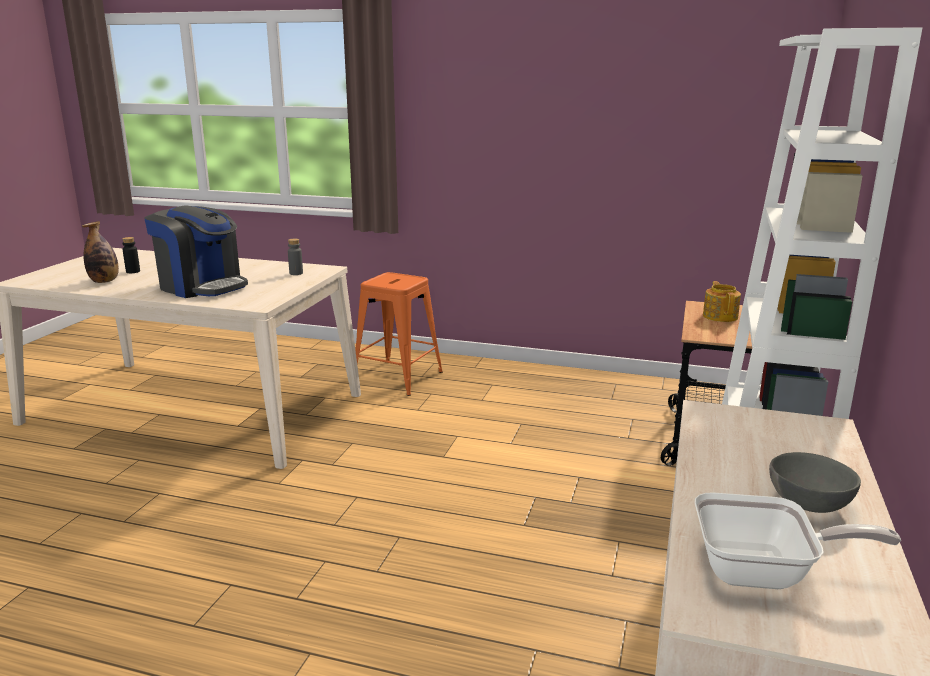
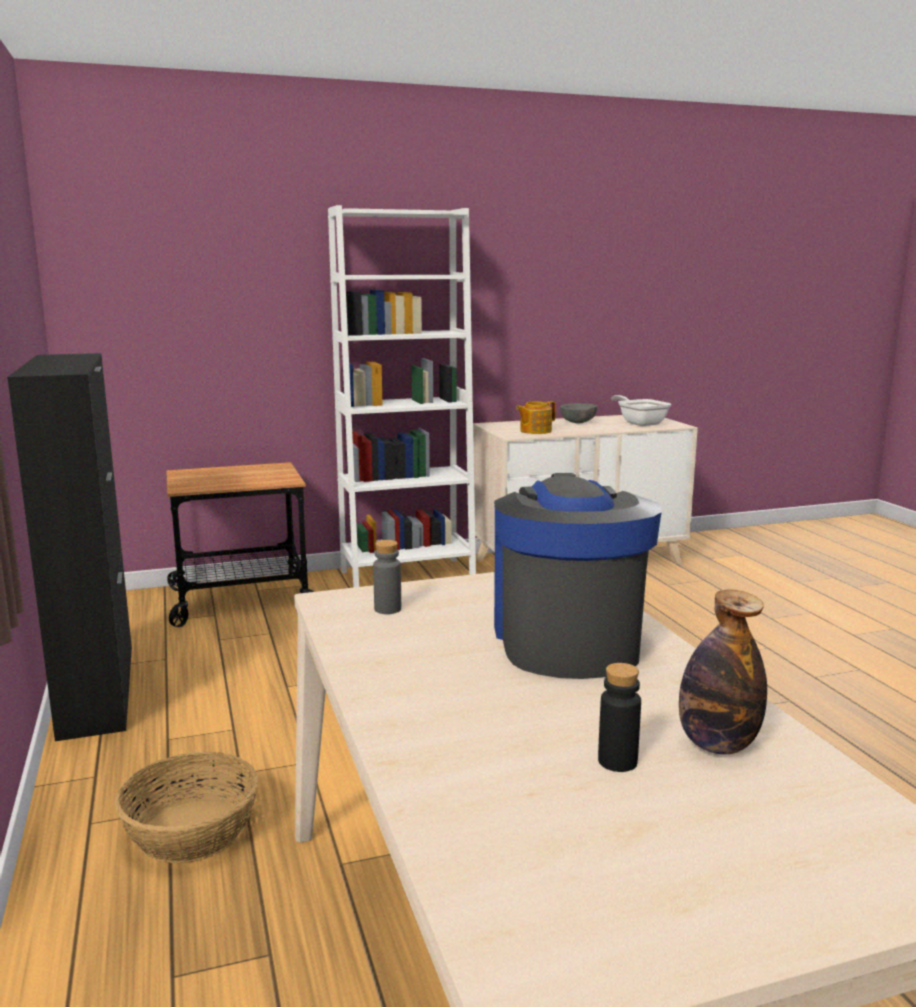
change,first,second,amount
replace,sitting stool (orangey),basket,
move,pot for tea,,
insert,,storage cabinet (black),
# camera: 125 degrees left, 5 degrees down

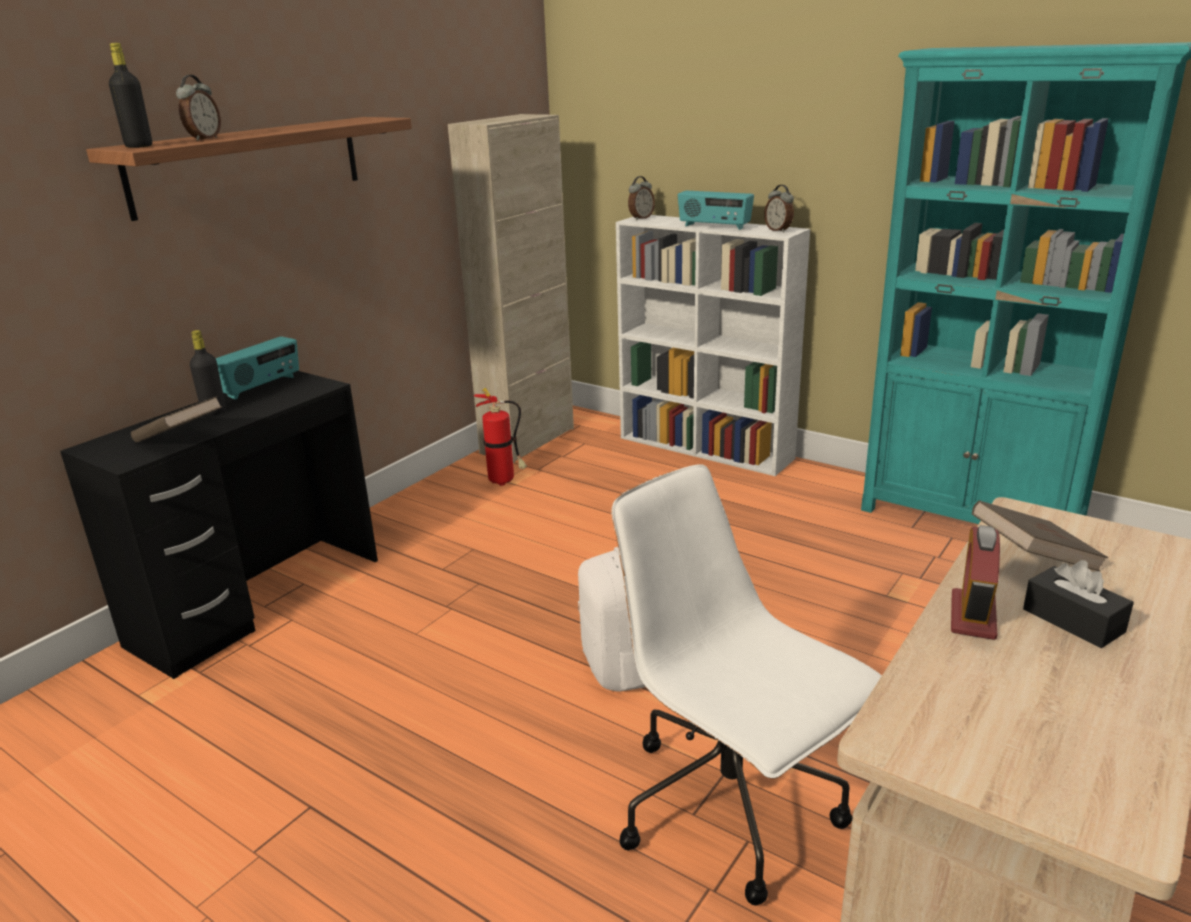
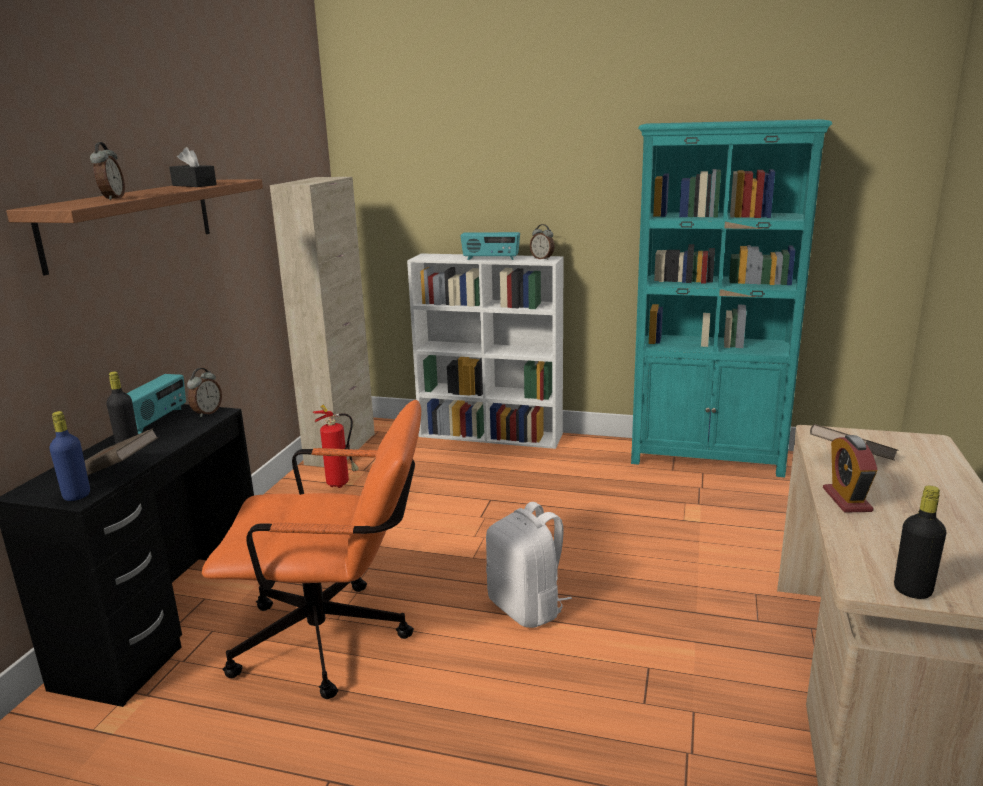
change,first,second,amount
move,drink bottle (black) (1st from left in the first image),drink bottle (black) (2nd from left),
move,table clock (2nd from left),,
delete,office chair (white-coloured),,
move,box of tissues (black),,
insert,,office chair (orangey),
insert,,drink bottle (bluish),
# camera: 20 degrees left, 5 degrees down

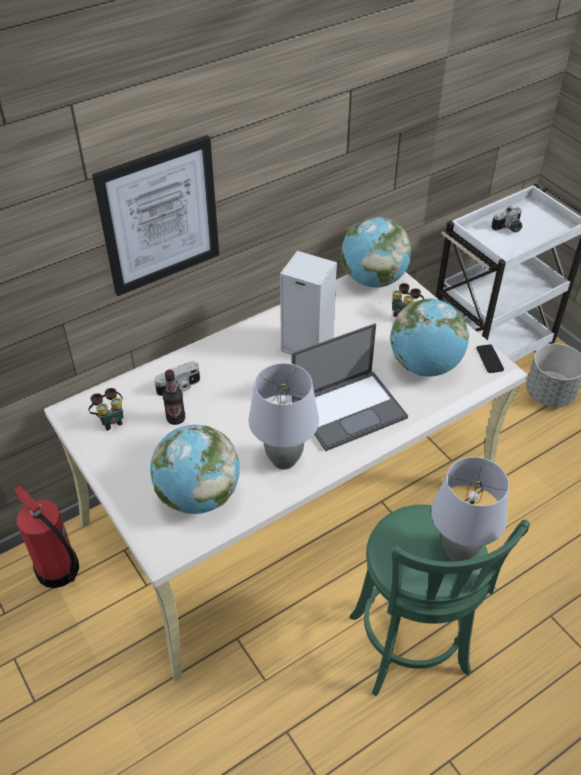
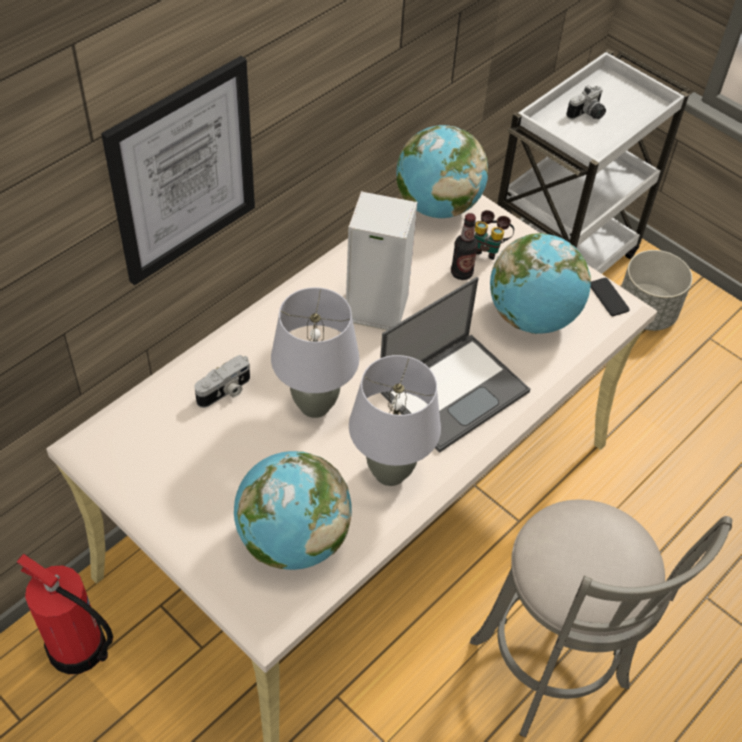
change,first,second,amount
move,drink bottle,,
delete,binoculars (1st from left),,
move,table lamp (gray) (2nd from left in the first image),table lamp (gray) (1st from left),
recolor,sitting stool (greenish),sitting stool (gray),
# camera: 15 degrees left, 5 degrees up

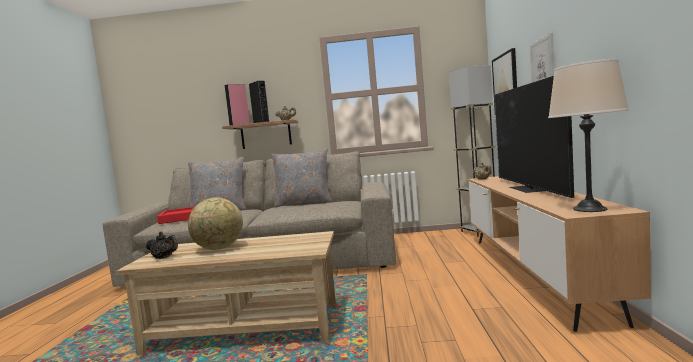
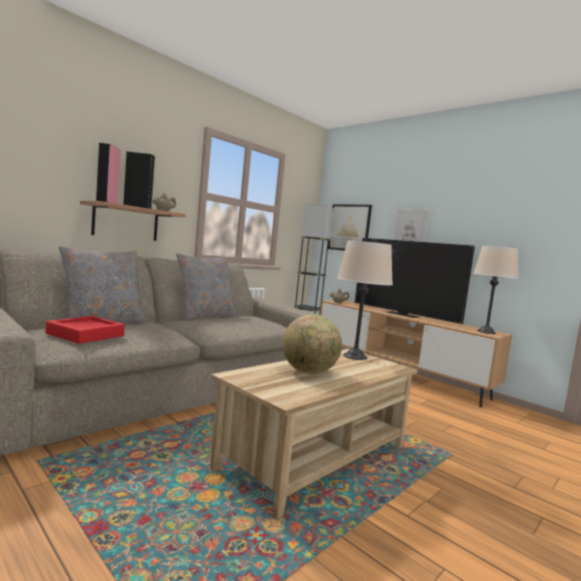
change,first,second,amount
delete,pot for tea (black),,
insert,,table lamp (sand-coloured) (1st from left),
# camera: 50 degrees left, 0 degrees up

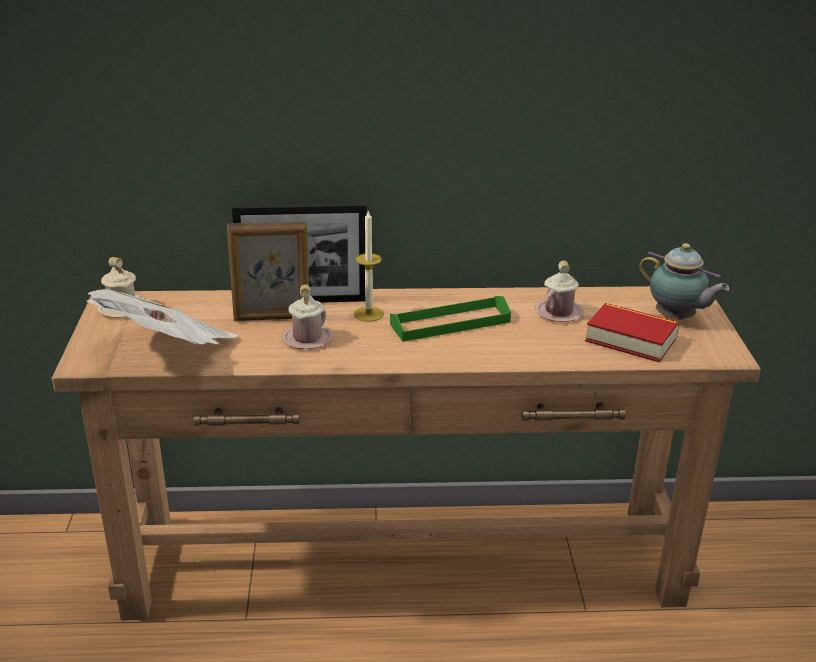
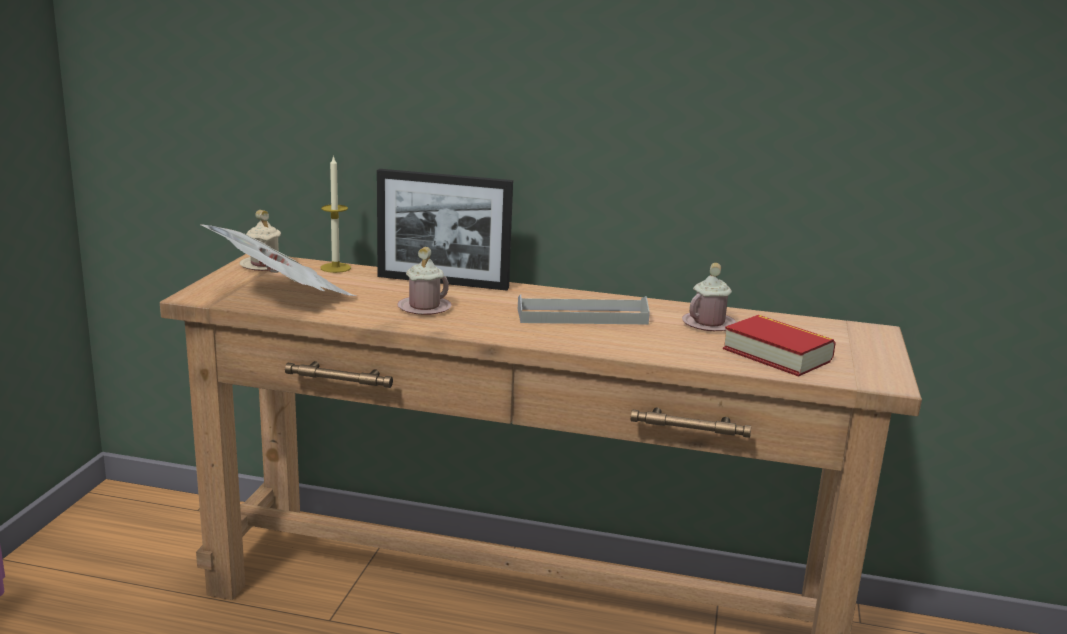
change,first,second,amount
move,wax candle,,
delete,photo frame (1st from left),,
delete,pot for tea,,
recolor,tray (greenish),tray (gray),
# camera: 15 degrees right, 10 degrees down

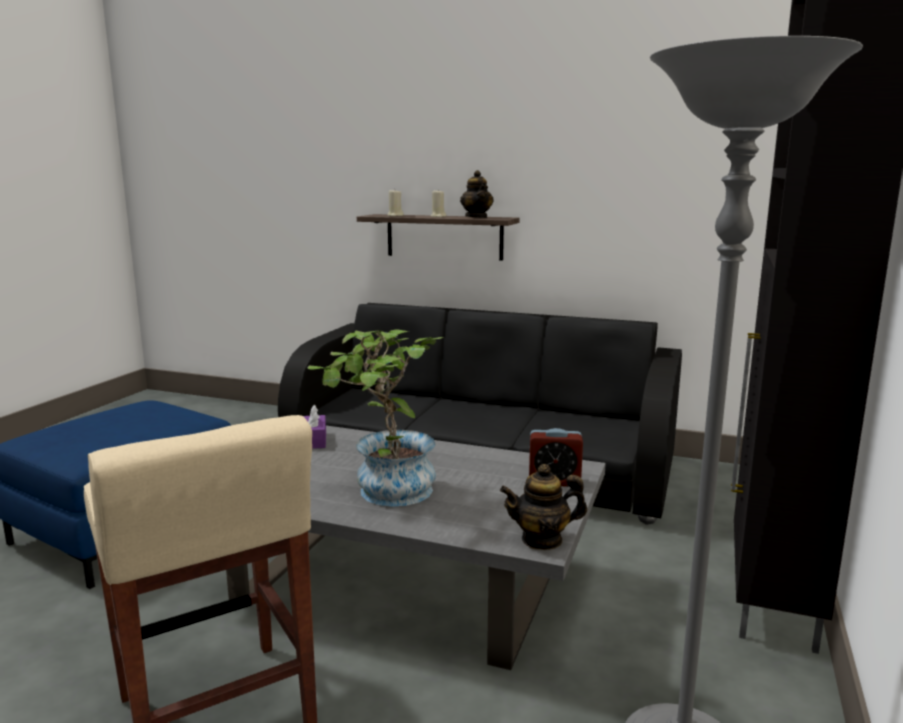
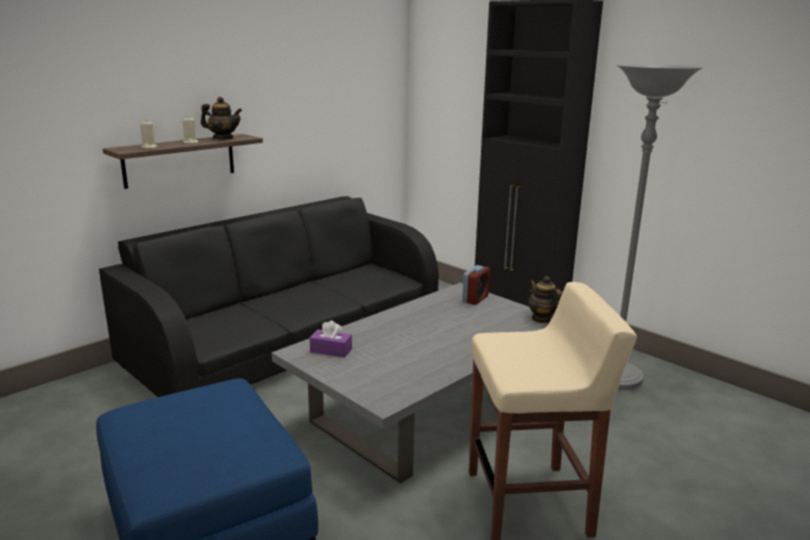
change,first,second,amount
delete,houseplant,,
rotate,pot for tea (2nd from left),,135 degrees clockwise
# camera: 65 degrees left, 5 degrees up

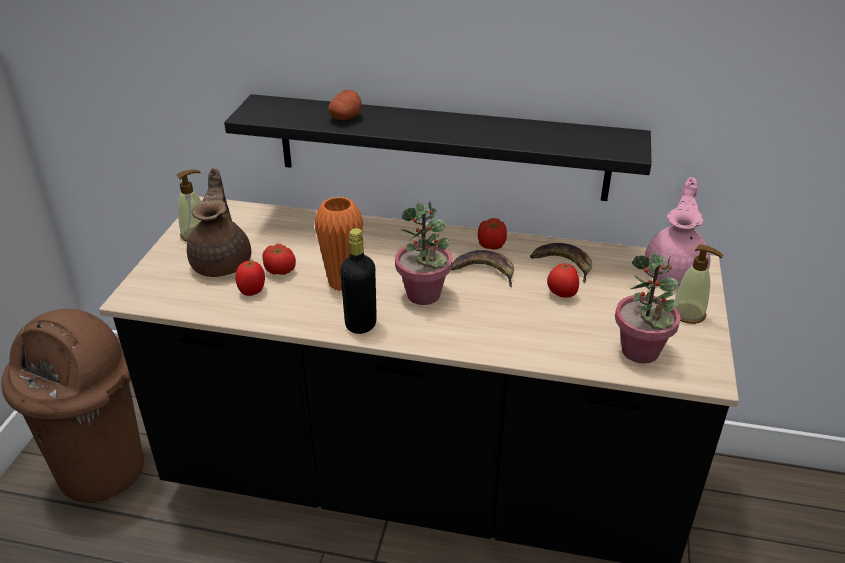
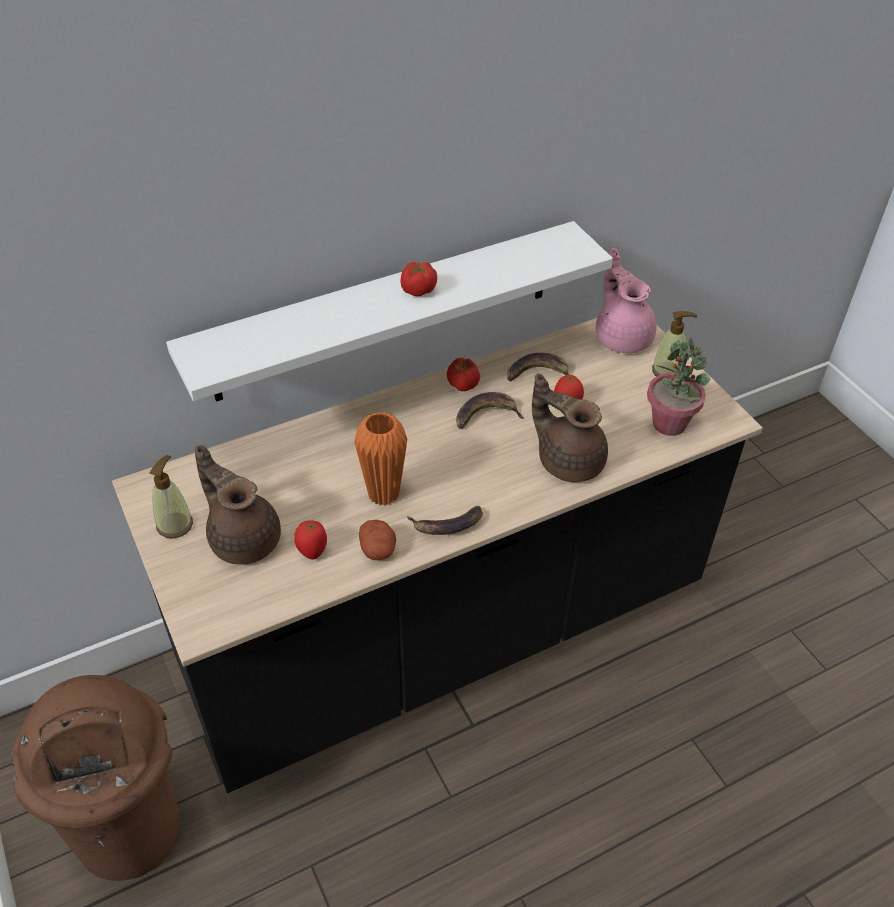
change,first,second,amount
move,spud,,
recolor,shelf (black),shelf (white-coloured),
delete,houseplant (1st from left),,
replace,drink bottle (black),banana (1st from left),
move,fresh tomato (2nd from left),,
insert,,pot for tea (brownish) (2nd from left),
# camera: 40 degrees left, 10 degrees up

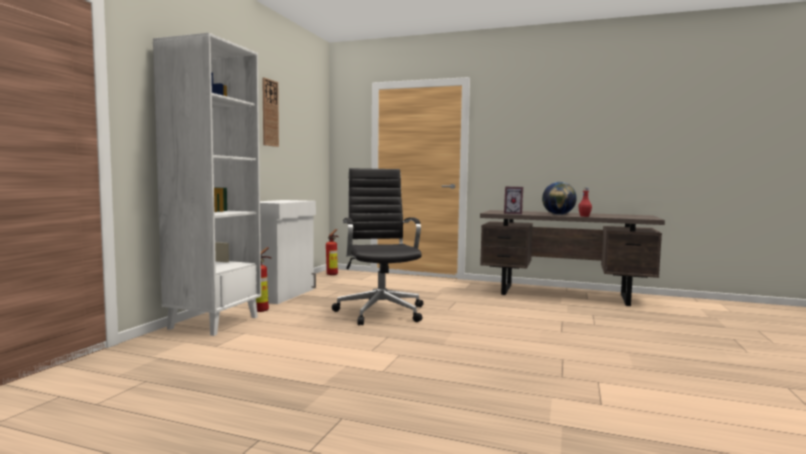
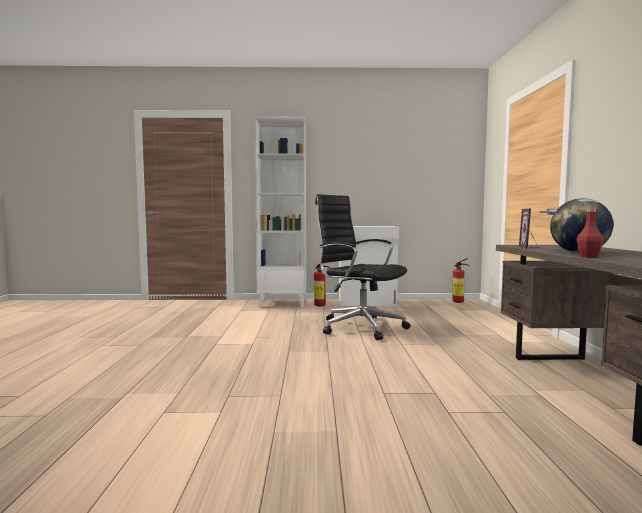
change,first,second,amount
delete,wall clock,,
rotate,office chair (black),,105 degrees counterclockwise
# camera: 70 degrees right, 0 degrees up

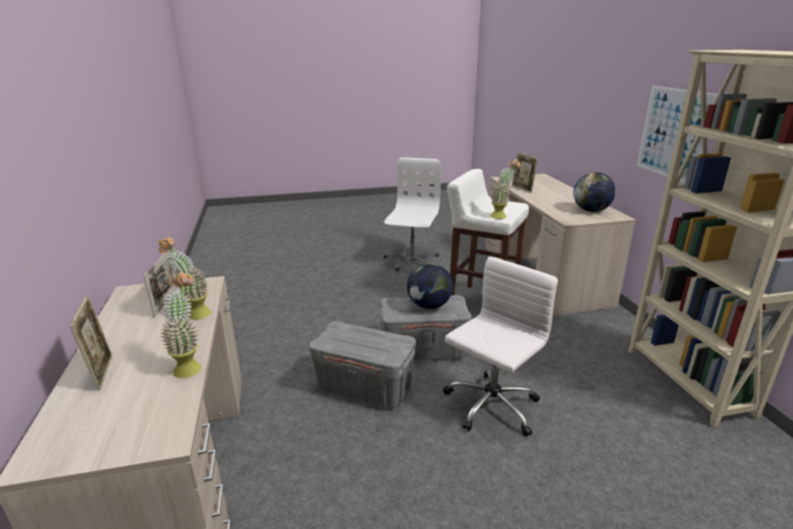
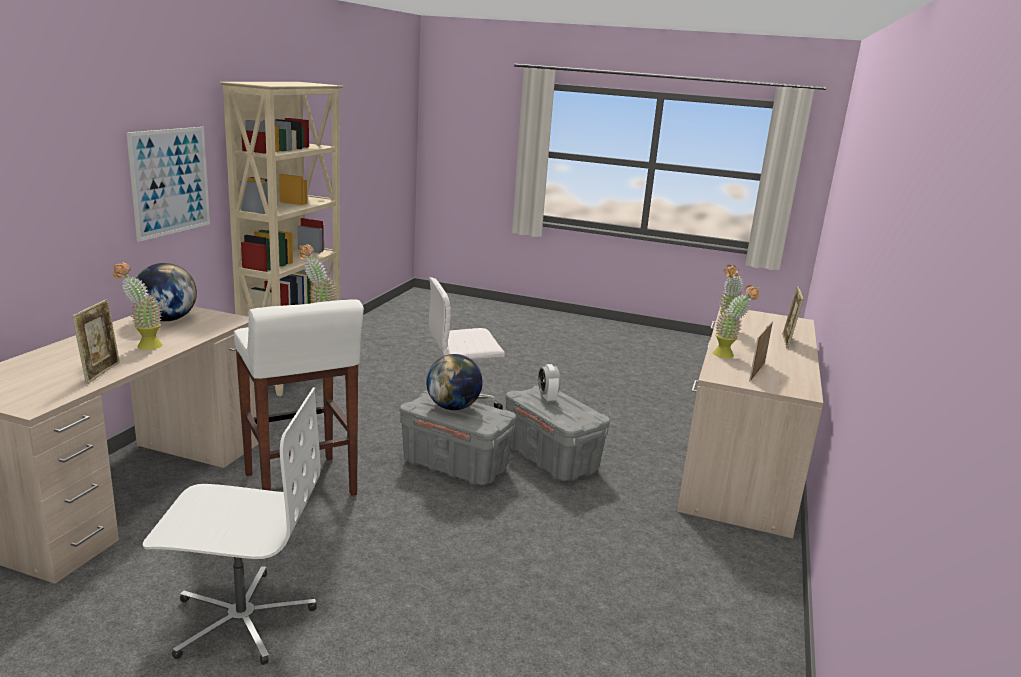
change,first,second,amount
rotate,office chair (white-coloured) (1st from left),,135 degrees counterclockwise
insert,,houseplant (1st from left),
insert,,table clock,
# camera: 150 degrees left, 5 degrees down

